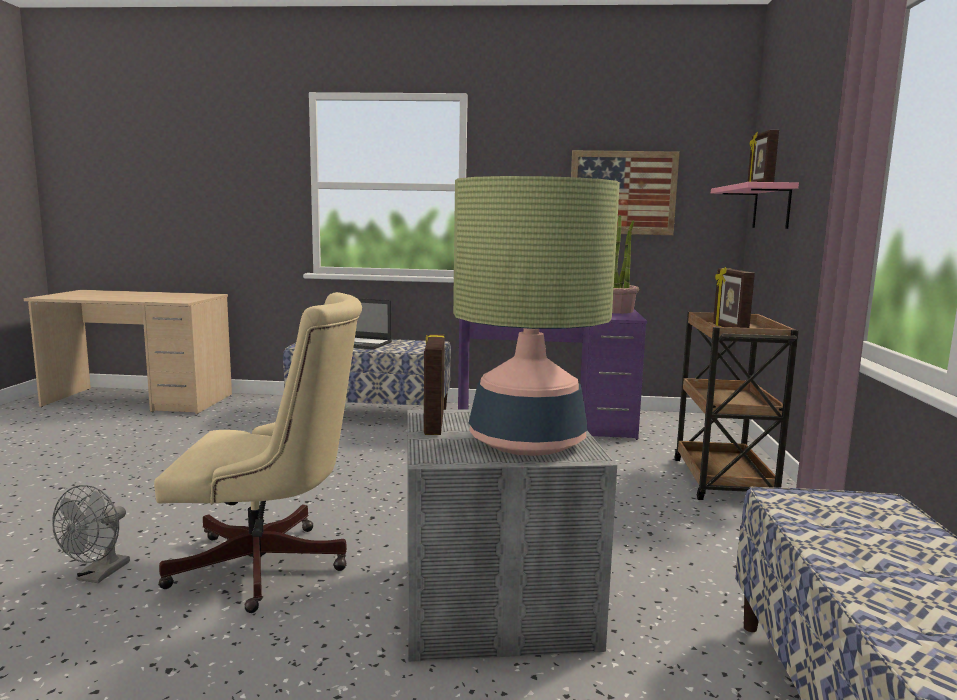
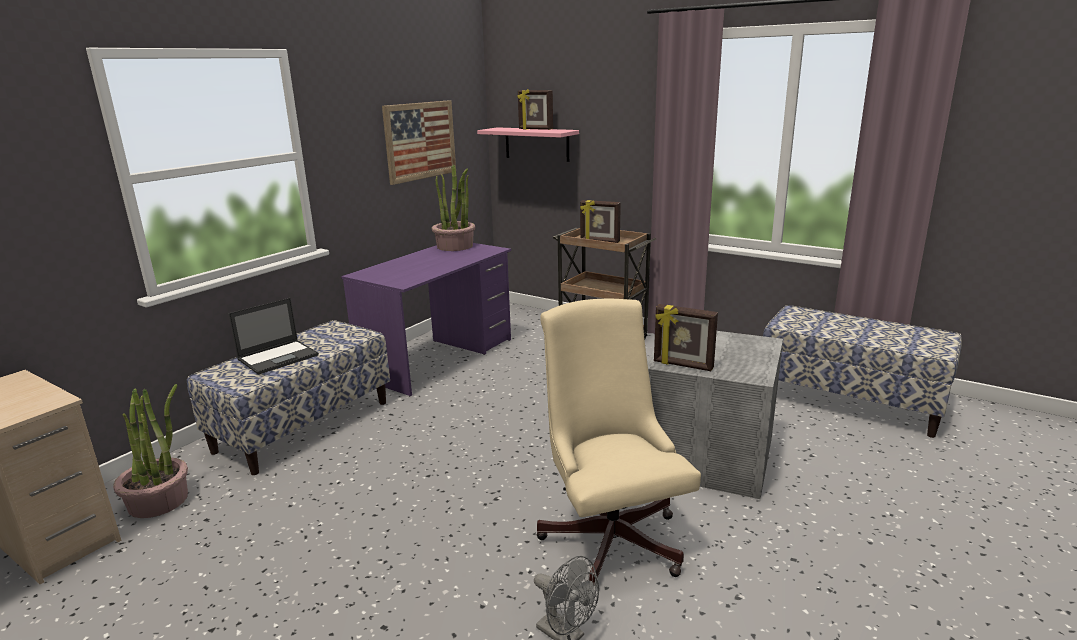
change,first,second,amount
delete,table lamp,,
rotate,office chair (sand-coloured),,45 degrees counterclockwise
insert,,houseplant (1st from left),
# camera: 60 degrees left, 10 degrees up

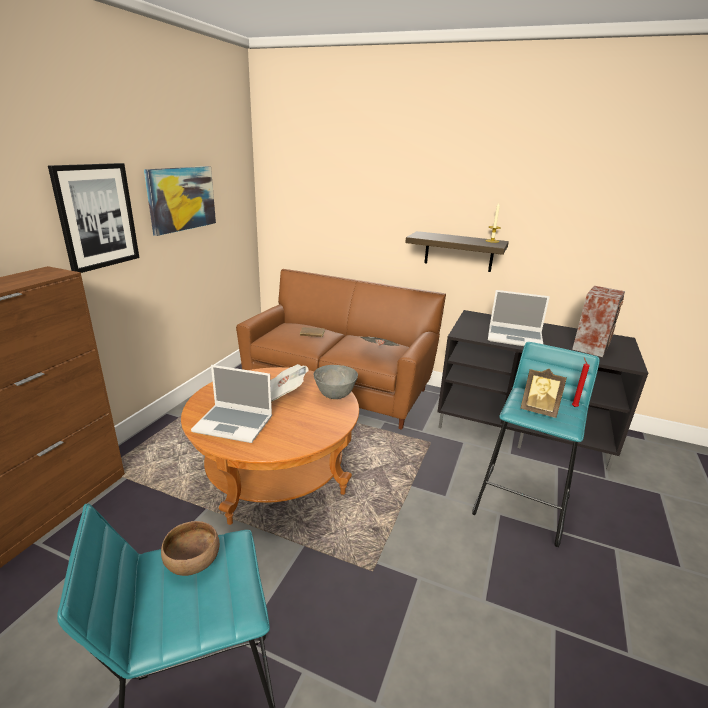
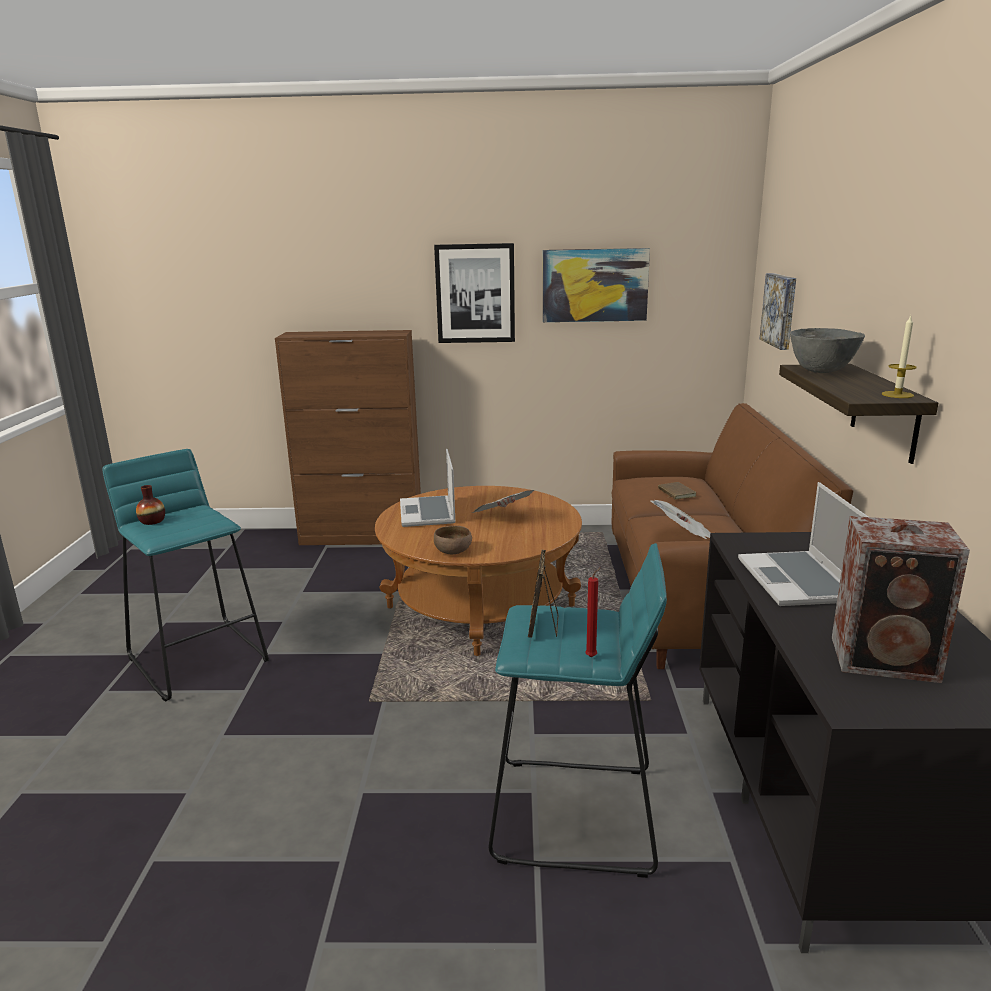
change,first,second,amount
move,bowl (gray),,
move,bowl (brownish),,
insert,,wall picture (3rd from left),
insert,,decorative vase,
# camera: 70 degrees right, 5 degrees down

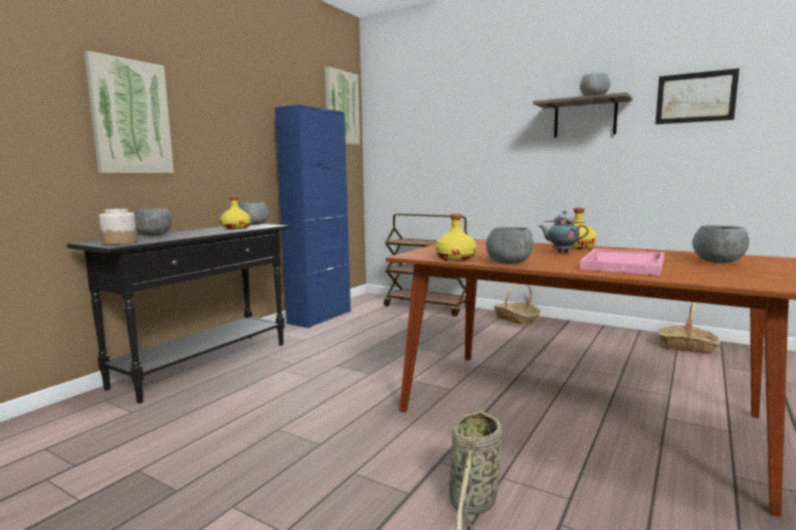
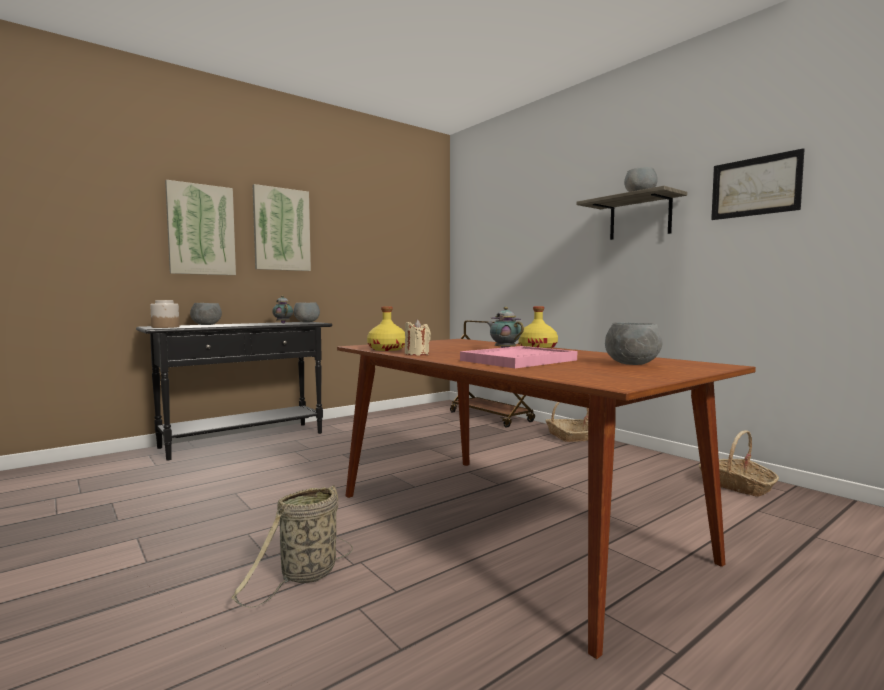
change,first,second,amount
move,wall picture (2nd from left),,
delete,storage cabinet (bluish),,
replace,drink bottle (yellow-coloured) (1st from left),pot for tea (1st from left),
replace,bowl (gray) (3rd from left),wax candle (sand-coloured),
# camera: 20 degrees right, 5 degrees down

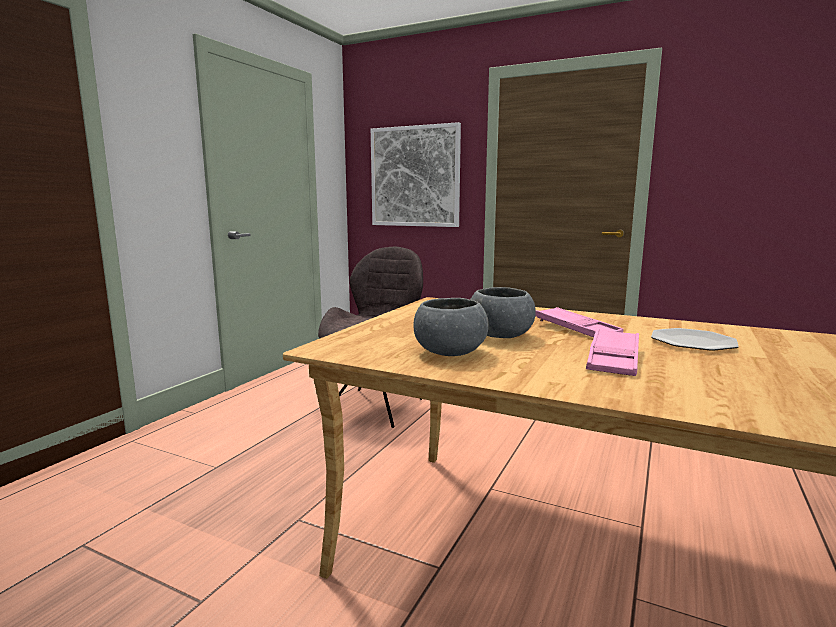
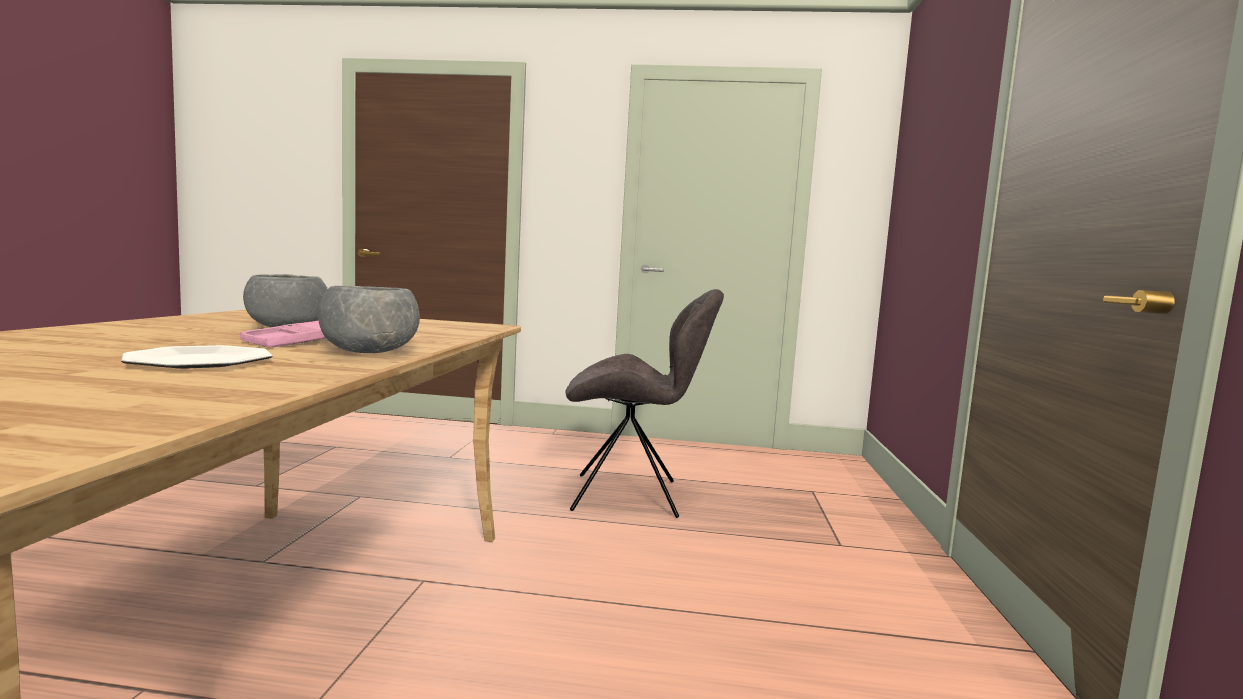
change,first,second,amount
delete,wall picture,,
move,bowl (gray) (1st from left in the first image),bowl (gray) (2nd from left),
delete,tray (pink) (2nd from left),,
# camera: 70 degrees right, 5 degrees down

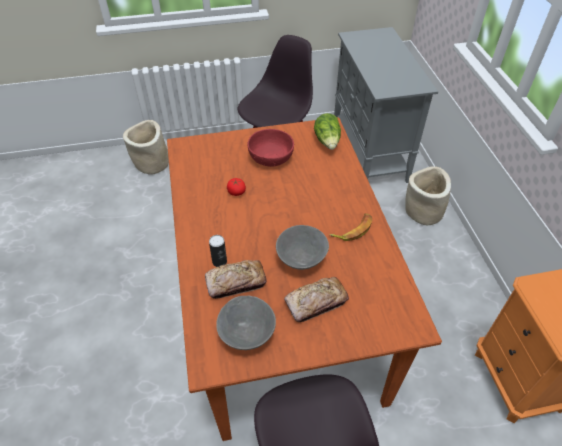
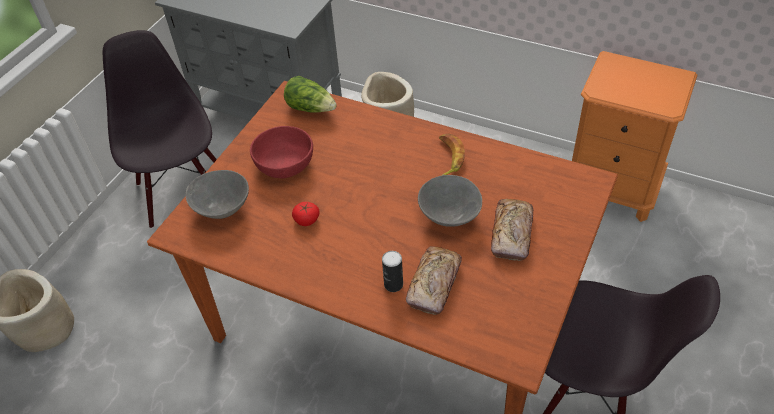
change,first,second,amount
move,bowl (gray) (1st from left),,
# camera: 50 degrees left, 0 degrees up

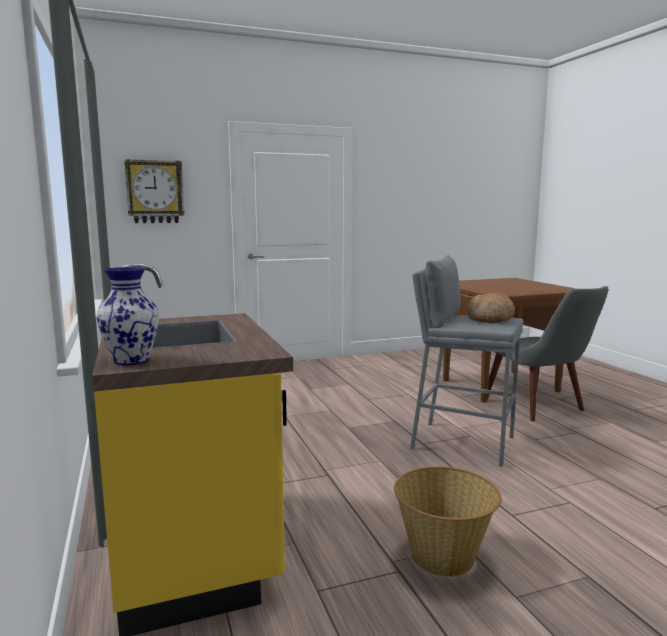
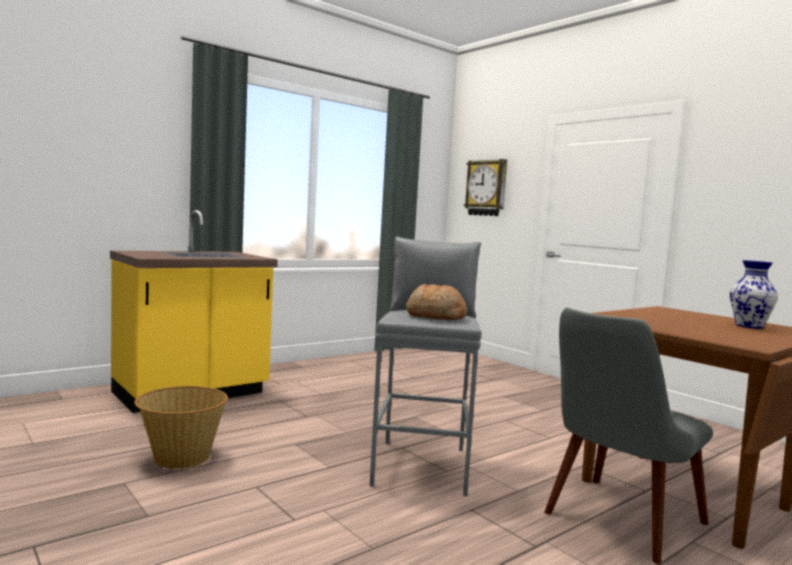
change,first,second,amount
move,decorative vase,,
# camera: 70 degrees right, 5 degrees down

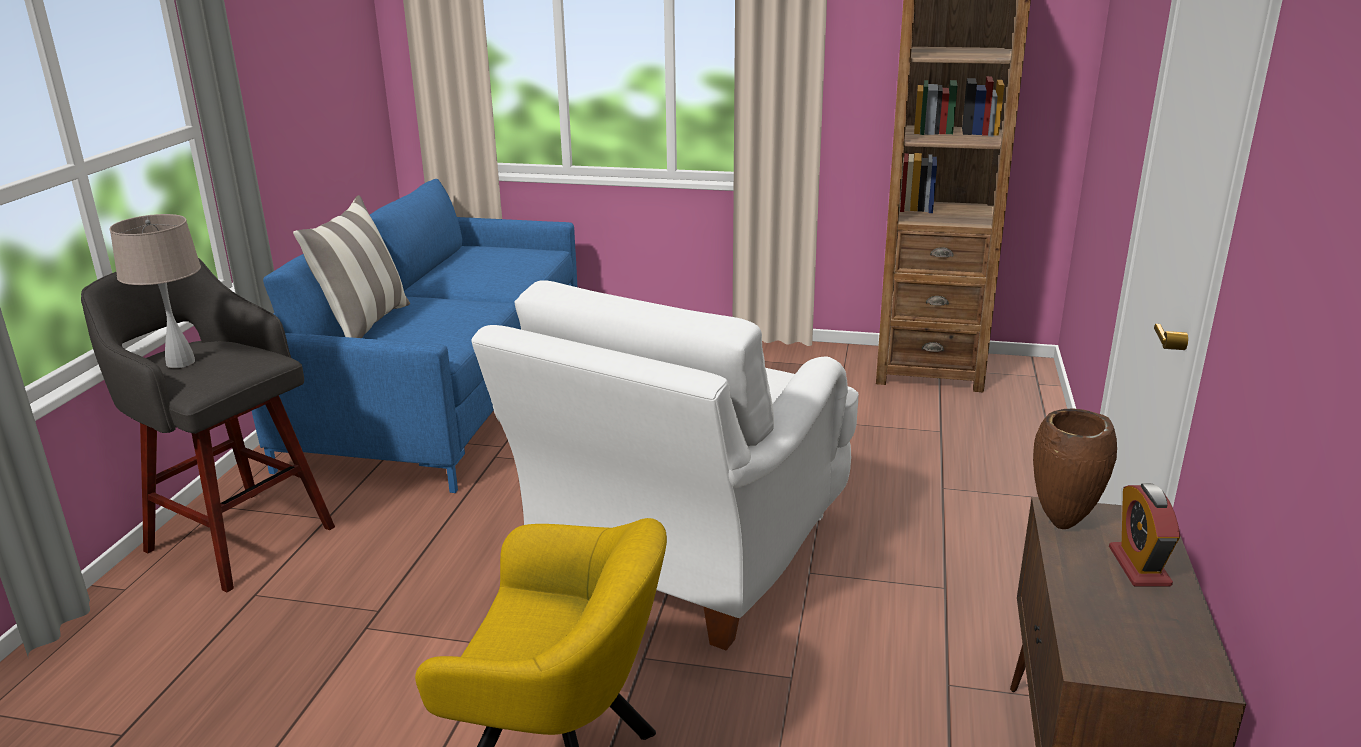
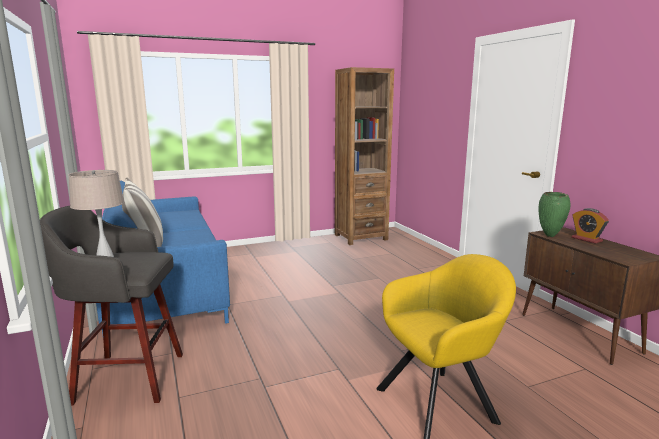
change,first,second,amount
delete,lounge chair (white-coloured),,
recolor,decorative vase (brownish),decorative vase (greenish),
# camera: 35 degrees left, 10 degrees down

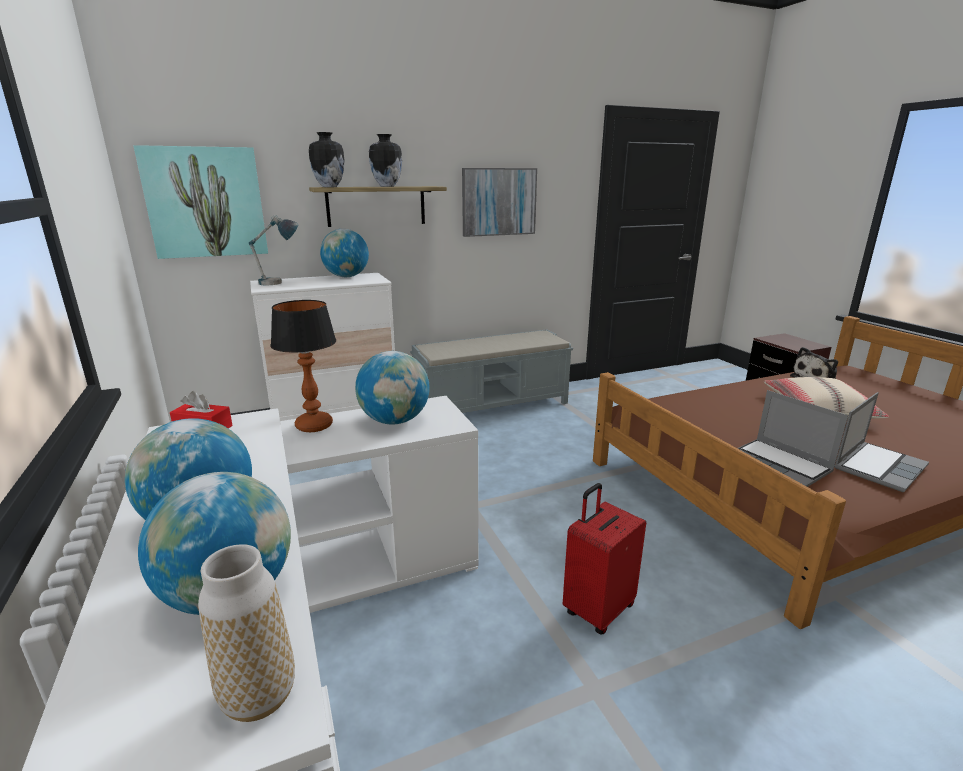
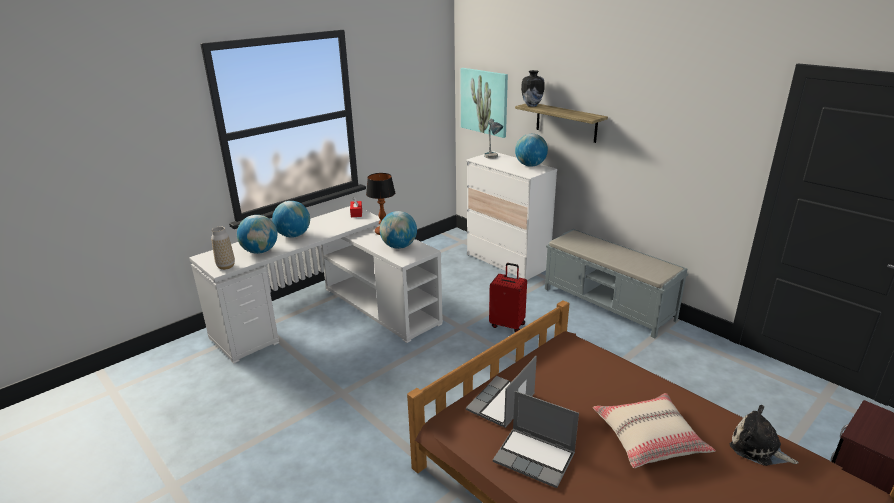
change,first,second,amount
delete,decorative vase (3rd from left),,
delete,wall picture (2nd from left),,
move,piece of luggage (reddish),,
# camera: 70 degrees right, 5 degrees up

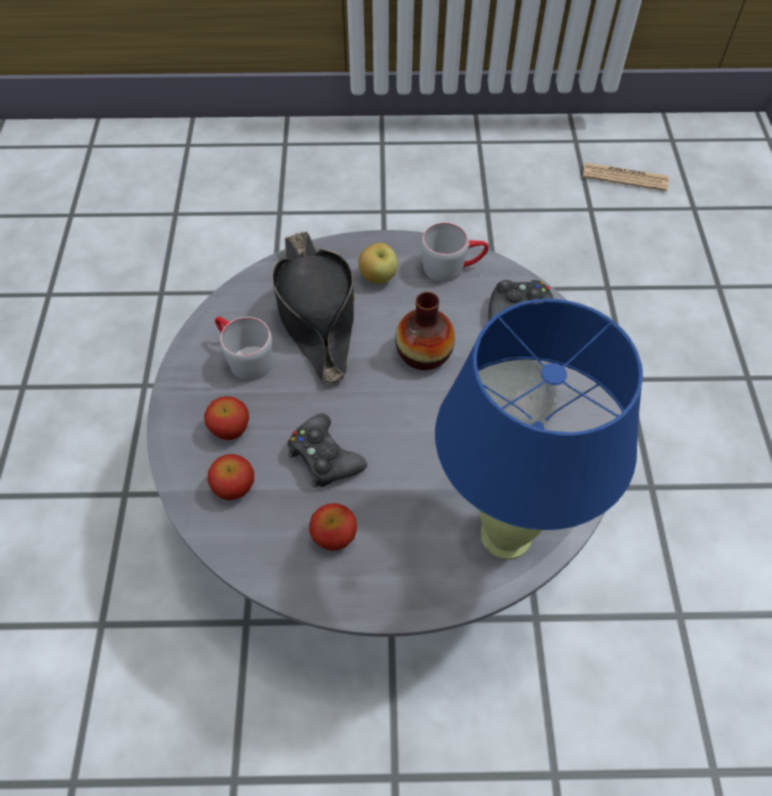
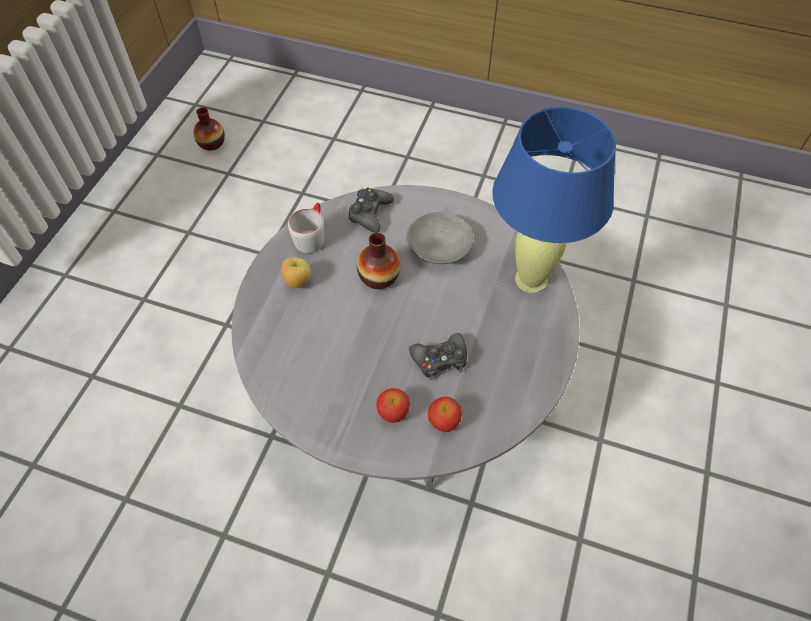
change,first,second,amount
replace,printed paper,decorative vase (1st from left),
delete,clothing hat (black),,
delete,tea mug (gray) (1st from left),,
delete,whole apple (3rd from left),,
# camera: 70 degrees left, 0 degrees up

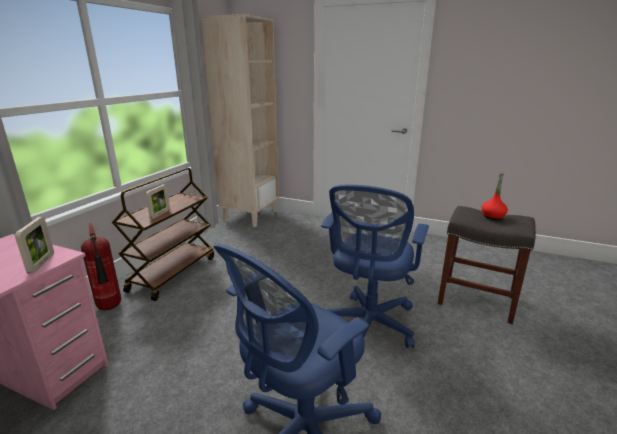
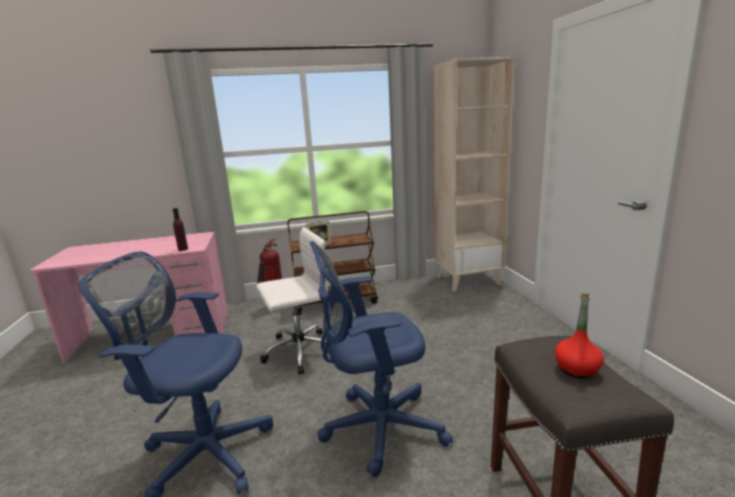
change,first,second,amount
replace,photo frame (1st from left),drink bottle (purple-coloured),
insert,,office chair (white-coloured),
# camera: 55 degrees right, 5 degrees down

